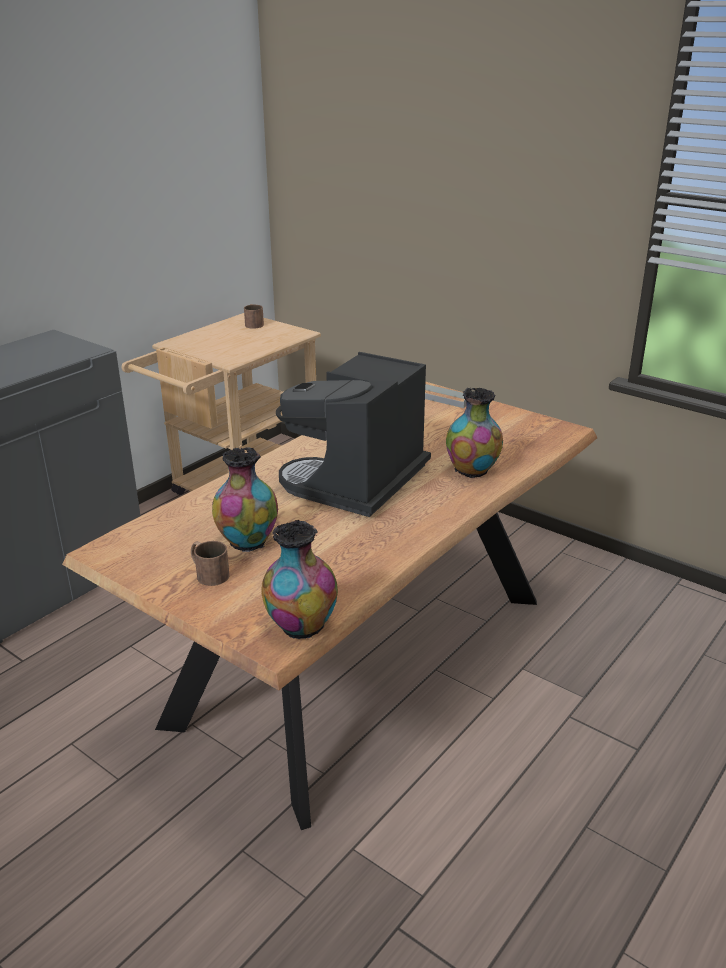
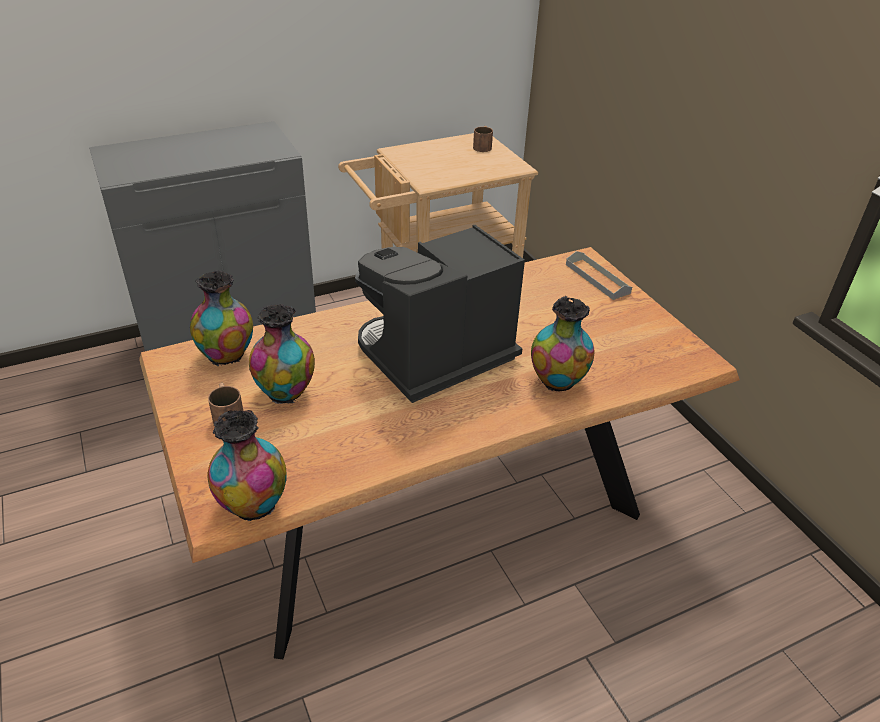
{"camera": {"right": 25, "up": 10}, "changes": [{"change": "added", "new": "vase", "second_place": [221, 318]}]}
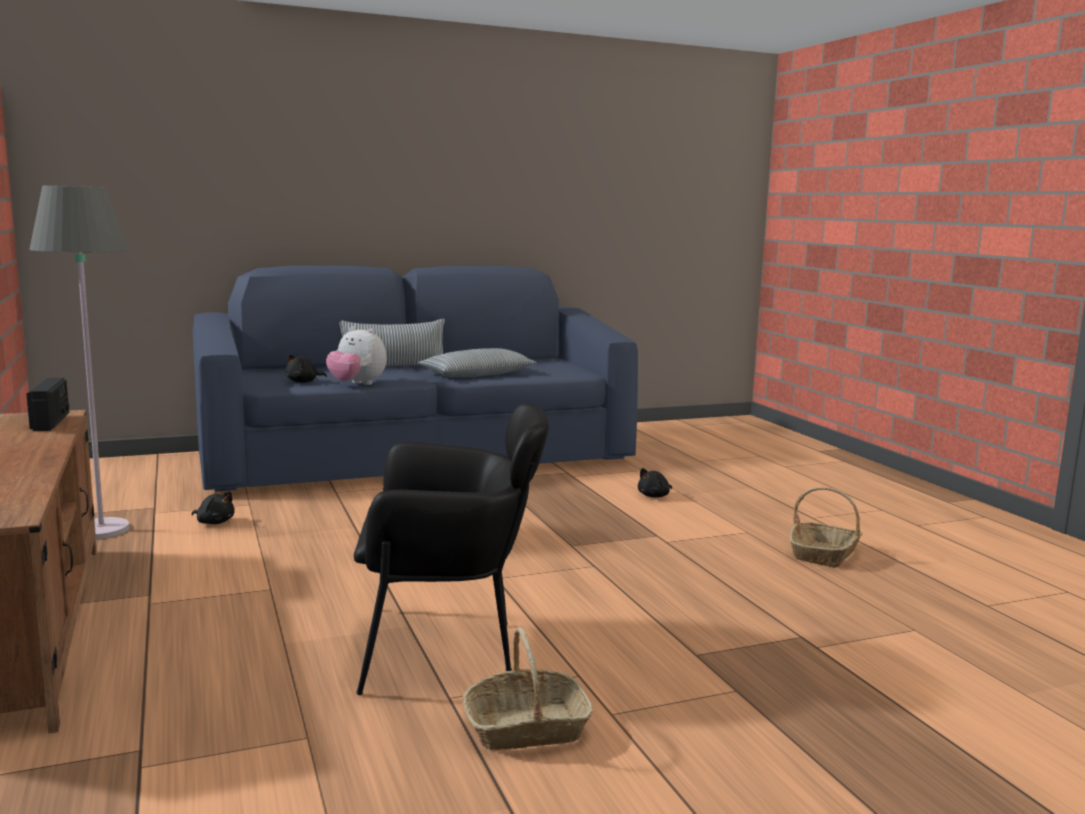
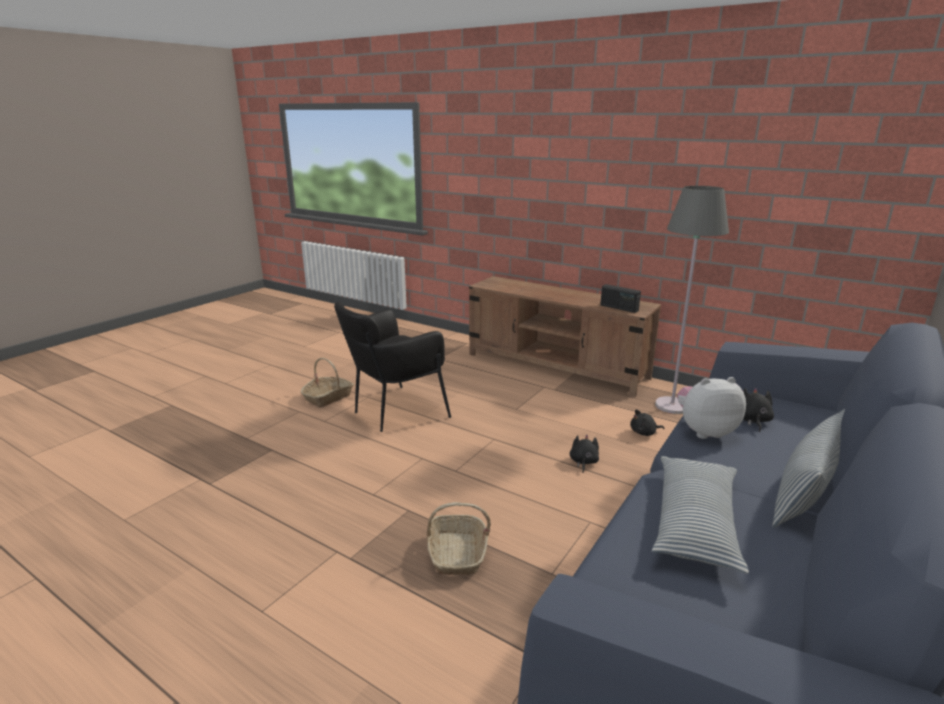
{"camera": {"right": 145, "up": 10}, "changes": [{"change": "moved", "old": "black-coloured plush toy", "first_place": [655, 482], "second_place": [584, 454]}, {"change": "moved", "old": "storage basket", "first_place": [826, 527], "second_place": [459, 538]}]}
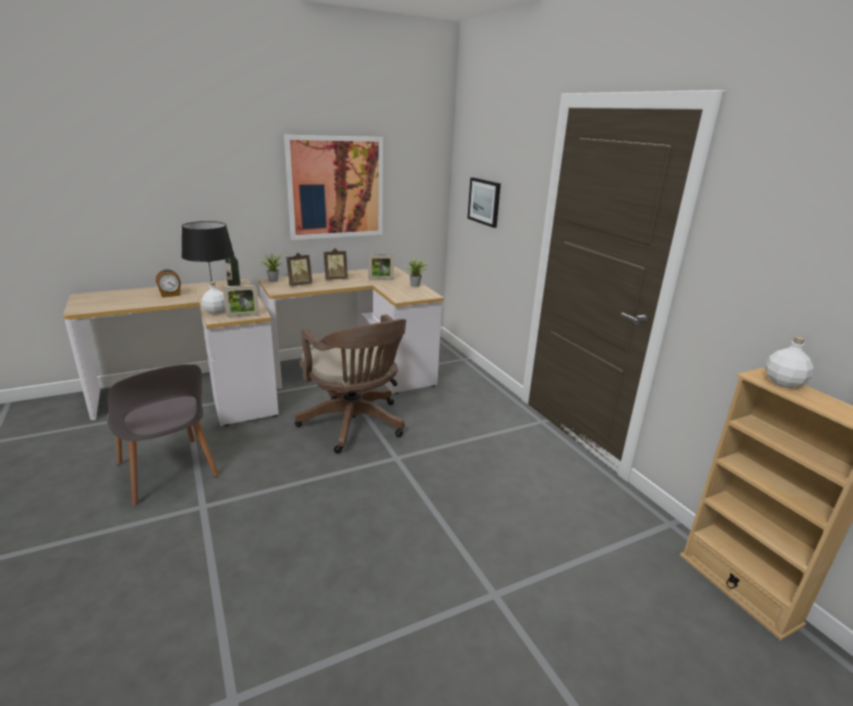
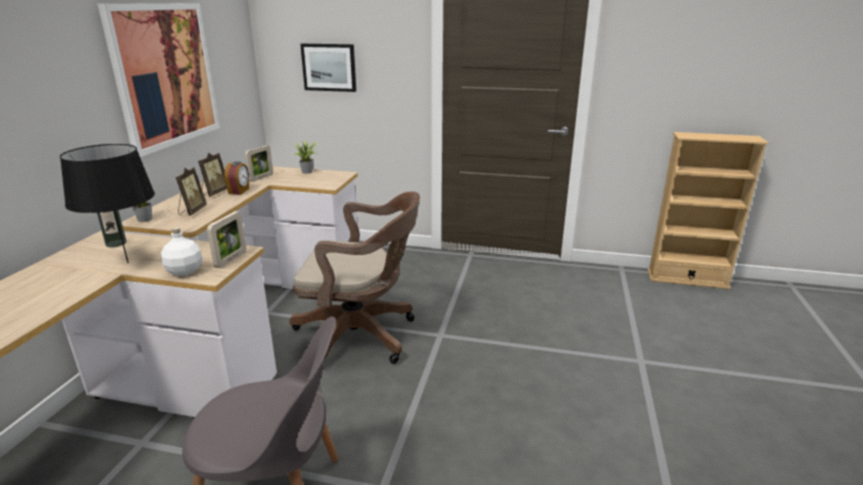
{"camera": {"right": -50, "up": 0}, "changes": [{"change": "moved", "old": "table clock", "first_place": [168, 283], "second_place": [236, 178]}, {"change": "removed", "old": "whitish beverage bottle", "first_place": [790, 362]}]}
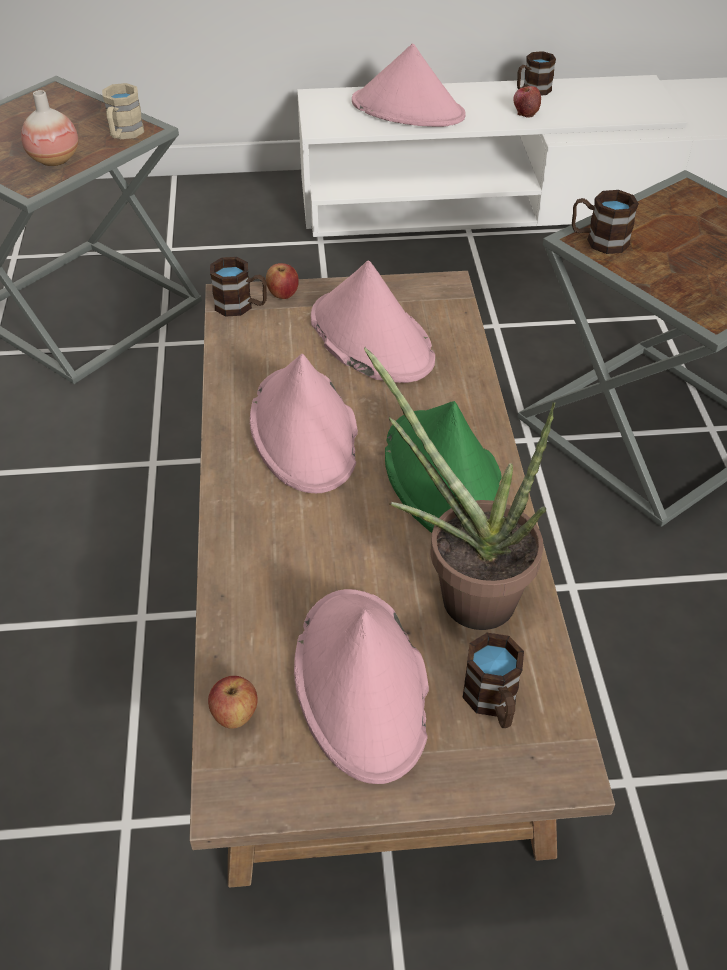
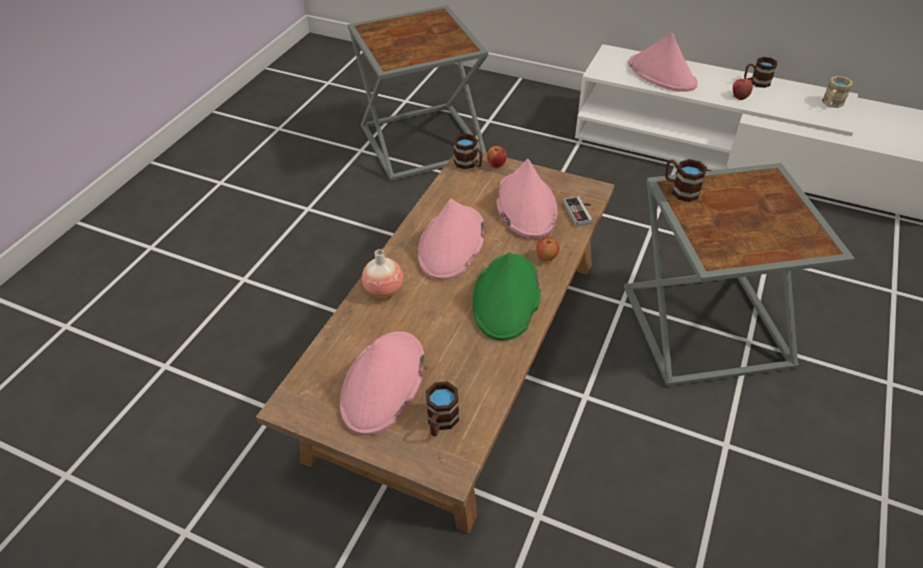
{"camera": {"right": 30, "up": 0}, "changes": [{"change": "moved", "old": "beige-coloured tea mug", "first_place": [123, 111], "second_place": [837, 92]}, {"change": "moved", "old": "vase", "first_place": [49, 128], "second_place": [382, 273]}, {"change": "removed", "old": "houseplant", "first_place": [459, 488]}, {"change": "moved", "old": "apple fruit", "first_place": [233, 702], "second_place": [548, 249]}, {"change": "added", "new": "gamepad", "second_place": [578, 211]}]}
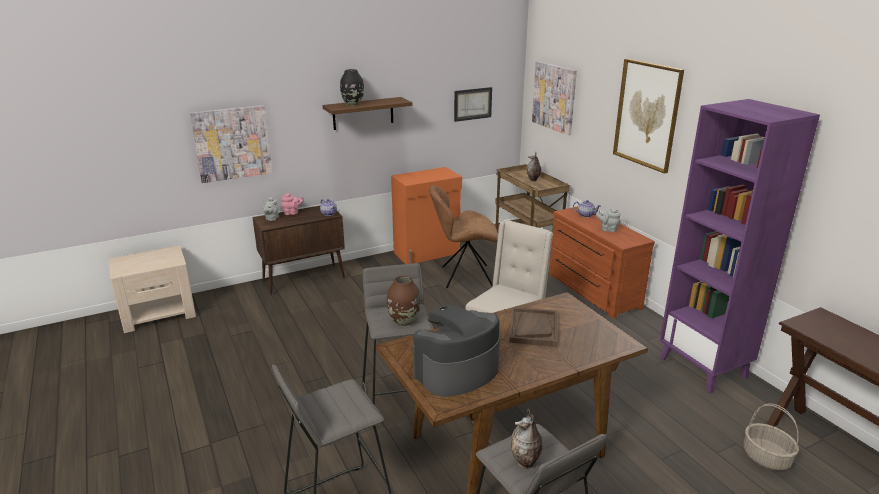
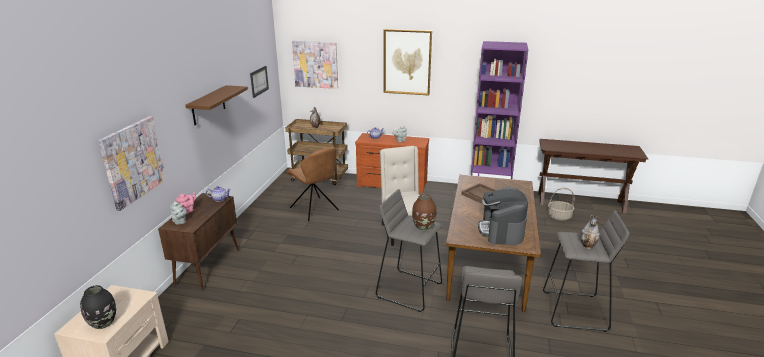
{"camera": {"right": -50, "up": 0}, "changes": [{"change": "moved", "old": "black-coloured vase", "first_place": [352, 87], "second_place": [98, 307]}, {"change": "removed", "old": "orange cupboard", "first_place": [426, 215]}, {"change": "turned", "old": "brownish chair", "first_place": [463, 236], "second_place": [312, 184], "degrees": -75}]}
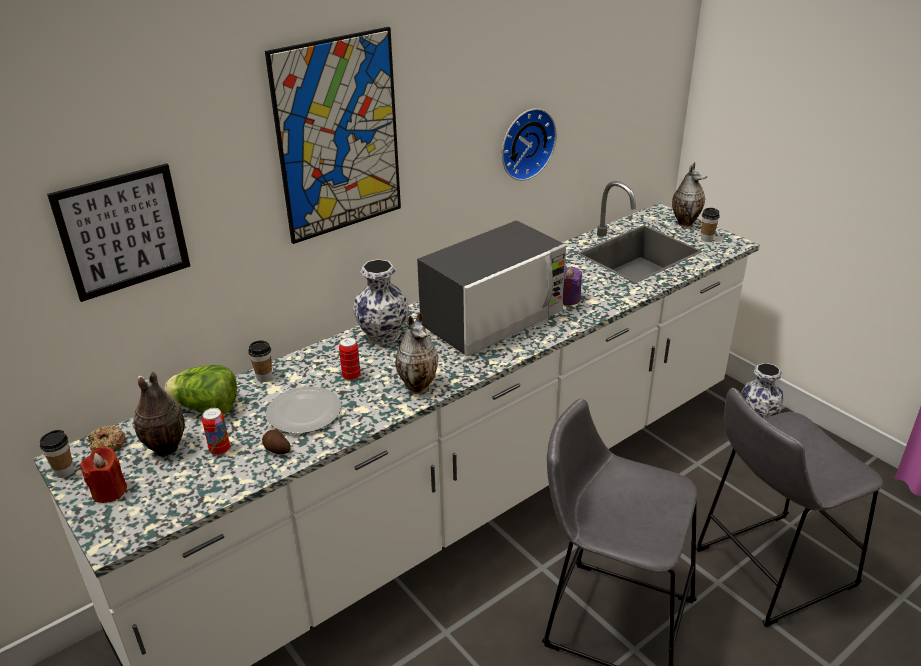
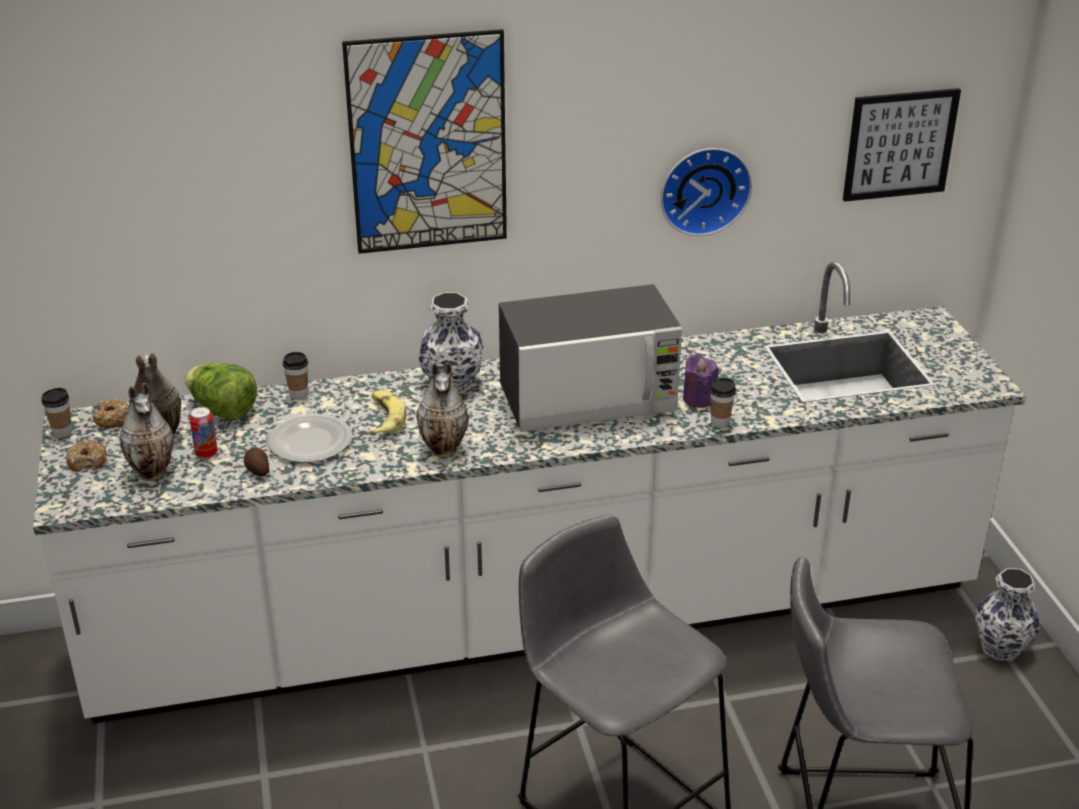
{"camera": {"right": 25, "up": 0}, "changes": [{"change": "moved", "old": "vase", "first_place": [689, 194], "second_place": [147, 432]}, {"change": "moved", "old": "wall art", "first_place": [118, 232], "second_place": [902, 145]}, {"change": "moved", "old": "small cup", "first_place": [710, 225], "second_place": [723, 403]}, {"change": "replaced", "old": "sealed can", "new": "banana", "first_place": [350, 359], "second_place": [387, 412]}, {"change": "replaced", "old": "red wax candle", "new": "ring doughnut", "first_place": [103, 474], "second_place": [86, 456]}]}
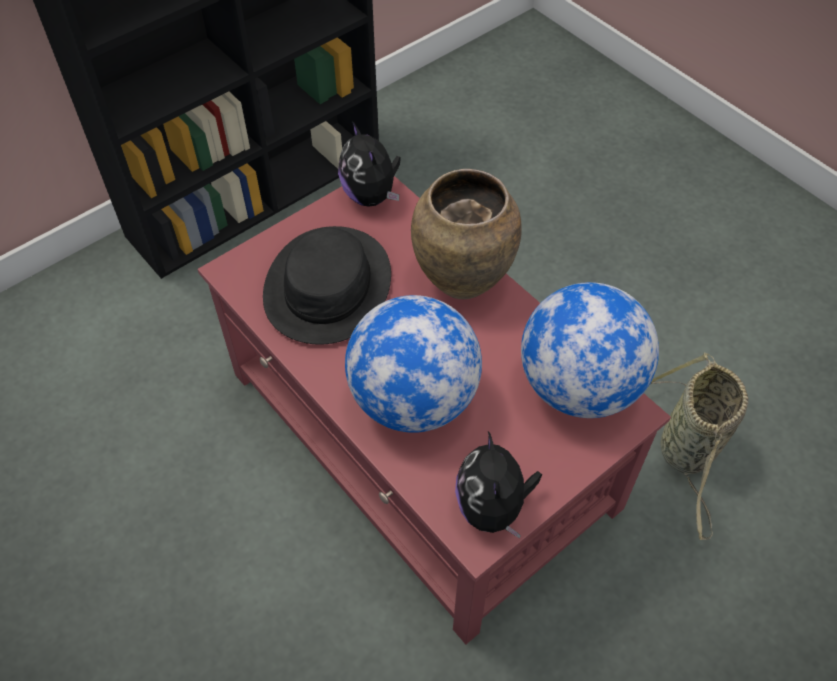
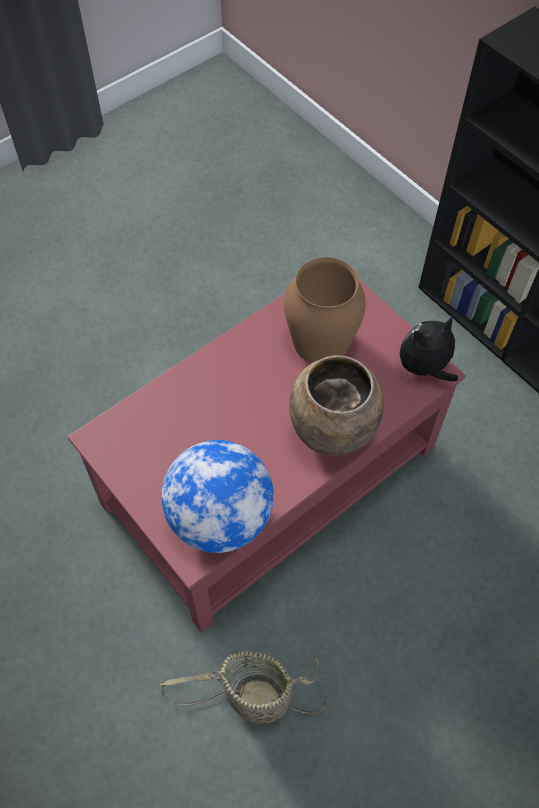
{"camera": {"right": 90, "up": 5}, "changes": [{"change": "replaced", "old": "black-coloured wearable hat", "new": "brownish vase", "first_place": [327, 285], "second_place": [325, 310]}, {"change": "removed", "old": "world globe", "first_place": [413, 364]}, {"change": "removed", "old": "plush toy", "first_place": [498, 485]}]}
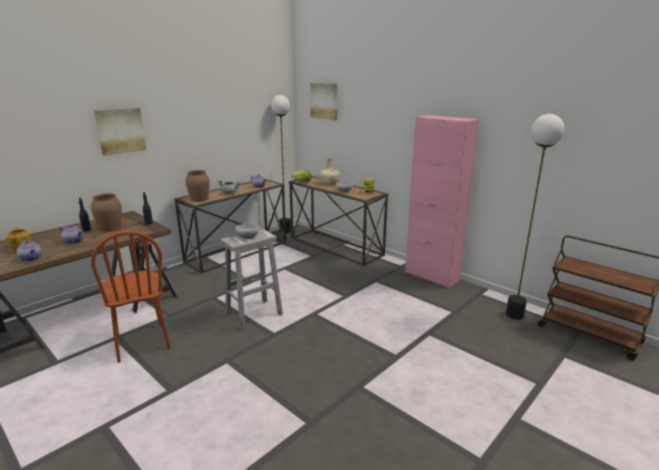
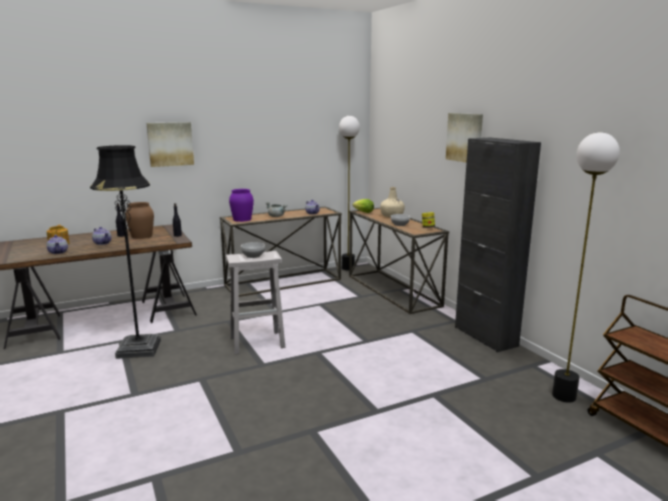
{"camera": {"right": 20, "up": -5}, "changes": [{"change": "moved", "old": "wall art", "first_place": [323, 101], "second_place": [464, 138]}, {"change": "recoloured", "old": "pink-coloured cupboard", "new": "black-coloured cupboard", "first_place": [442, 201], "second_place": [498, 245]}, {"change": "recoloured", "old": "brownish vase", "new": "purple-coloured vase", "first_place": [198, 186], "second_place": [241, 205]}, {"change": "replaced", "old": "brownish chair", "new": "black-coloured floor lamp", "first_place": [131, 297], "second_place": [125, 252]}]}
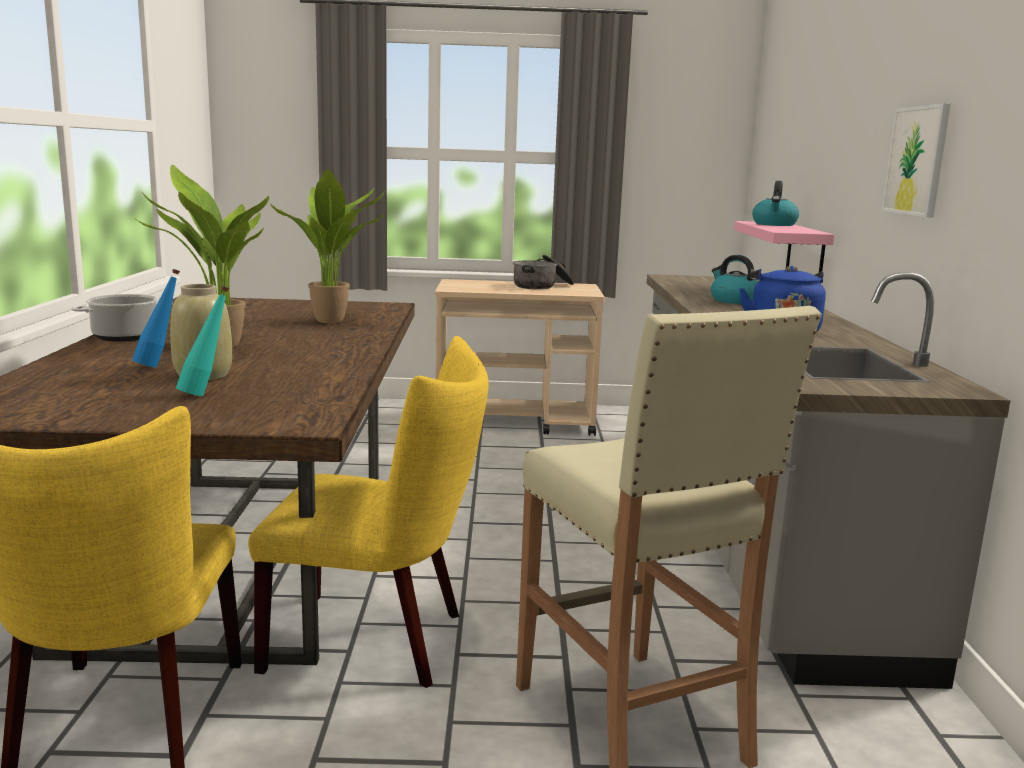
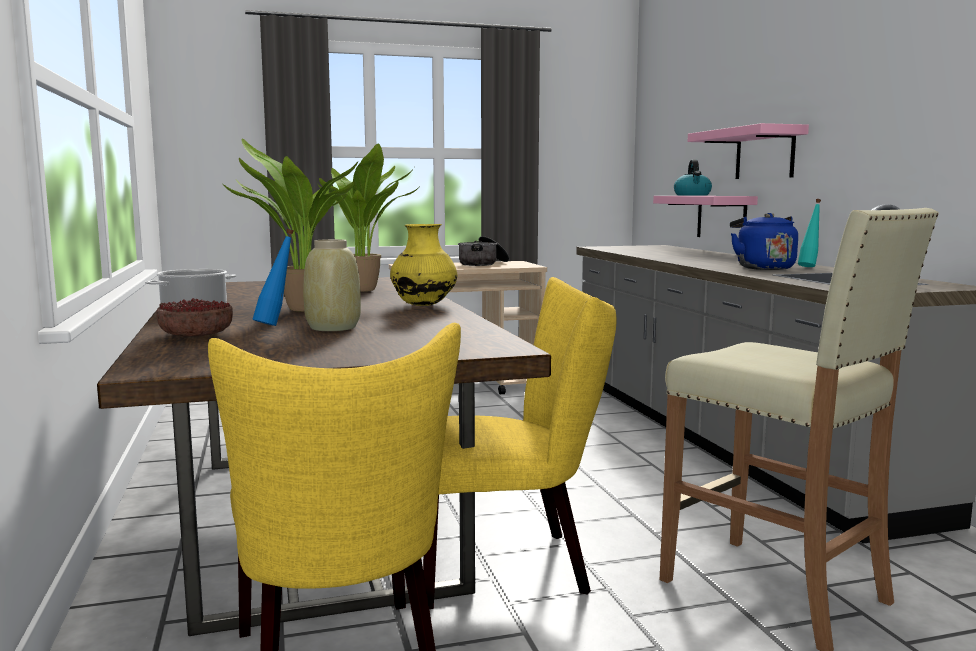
{"camera": {"right": -15, "up": -5}, "changes": [{"change": "removed", "old": "wall art", "first_place": [916, 160]}, {"change": "removed", "old": "kettle", "first_place": [734, 279]}, {"change": "moved", "old": "turquoise-coloured beverage bottle", "first_place": [202, 341], "second_place": [809, 233]}, {"change": "added", "new": "pink-coloured shelf", "second_place": [748, 151]}, {"change": "added", "new": "yellow vase", "second_place": [423, 265]}, {"change": "added", "new": "bowl", "second_place": [194, 317]}]}
